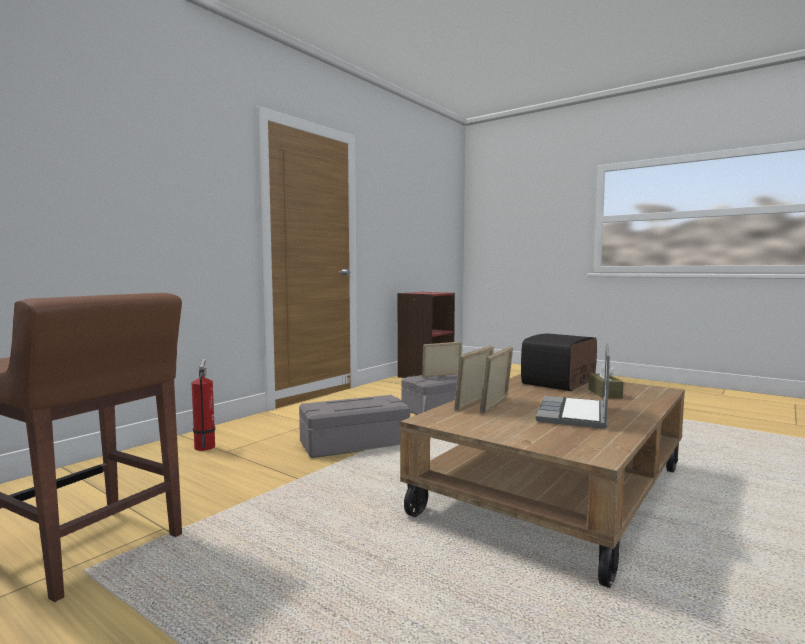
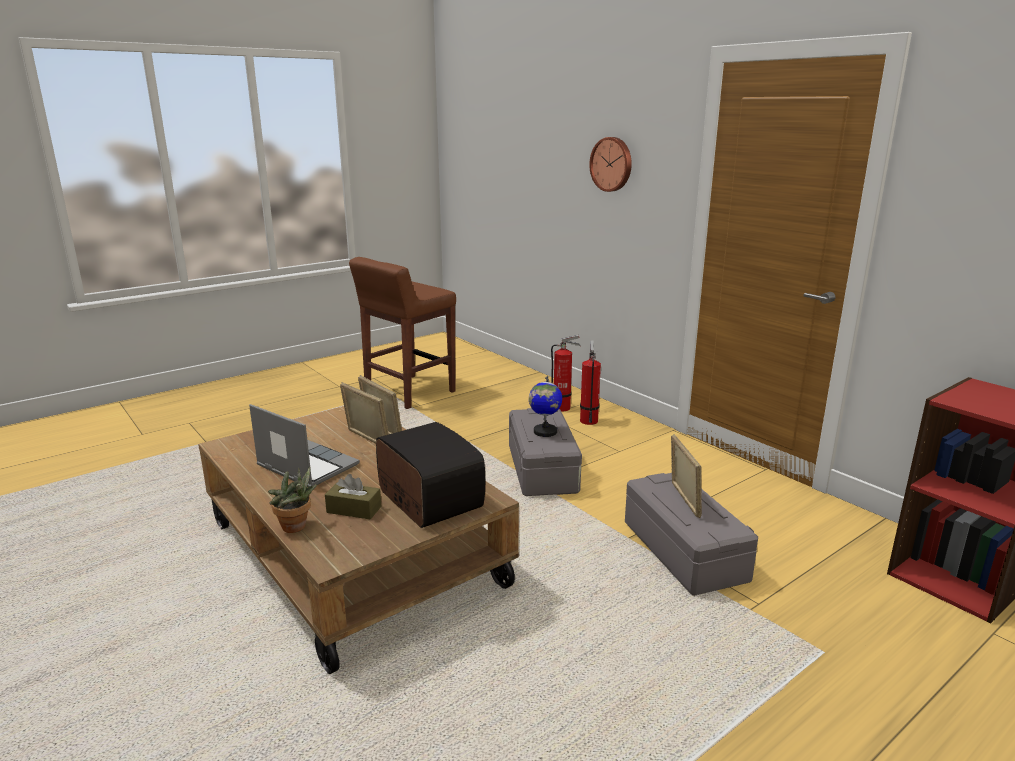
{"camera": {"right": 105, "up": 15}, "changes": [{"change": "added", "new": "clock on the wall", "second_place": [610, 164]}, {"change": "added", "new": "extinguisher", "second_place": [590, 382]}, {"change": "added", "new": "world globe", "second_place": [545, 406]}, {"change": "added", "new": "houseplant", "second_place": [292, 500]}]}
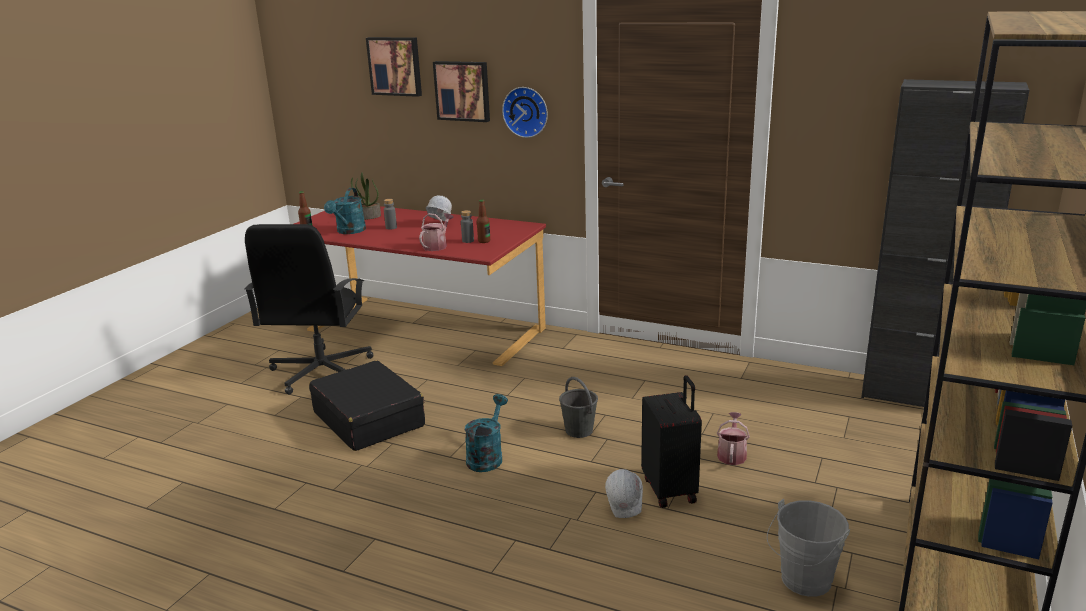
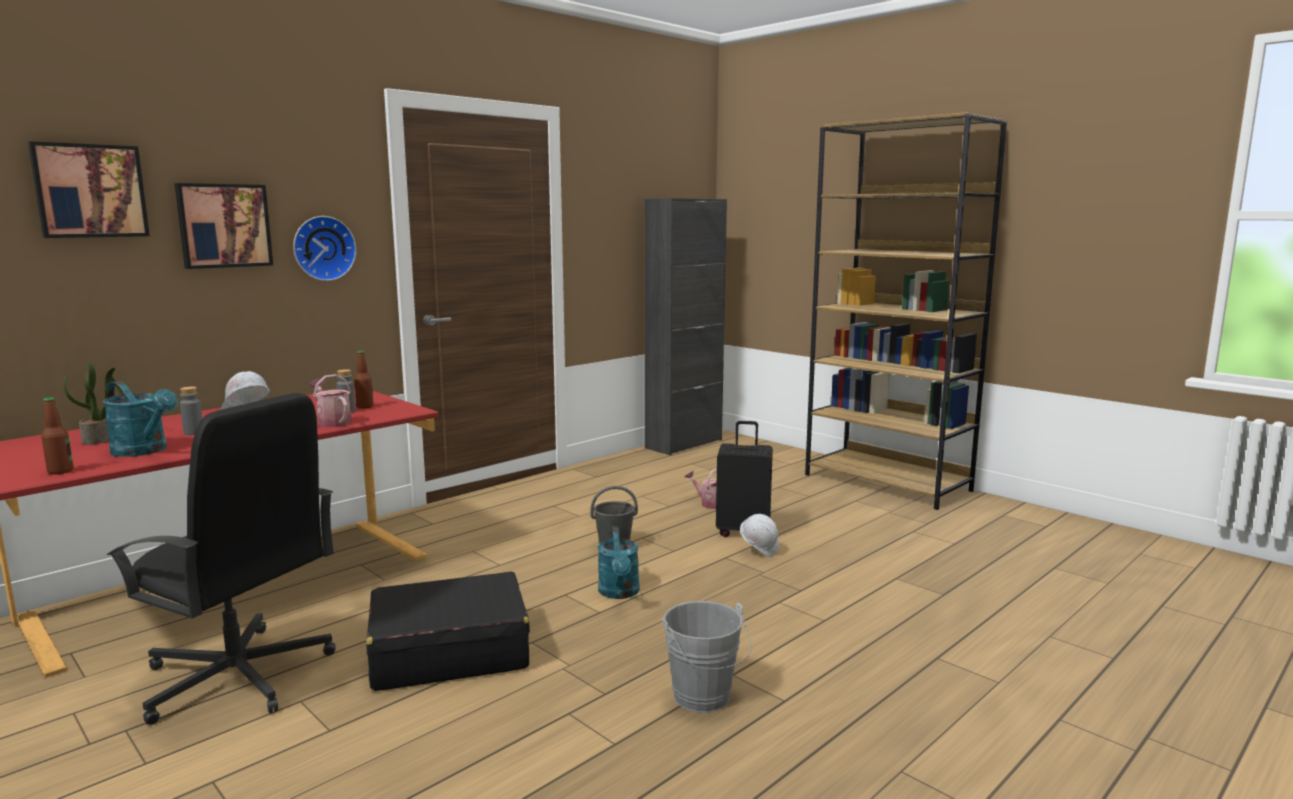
{"camera": {"right": -70, "up": -10}, "changes": [{"change": "turned", "old": "turquoise-coloured watering pot", "first_place": [486, 433], "second_place": [619, 563], "degrees": -135}, {"change": "moved", "old": "gray water bucket", "first_place": [808, 548], "second_place": [706, 656]}]}
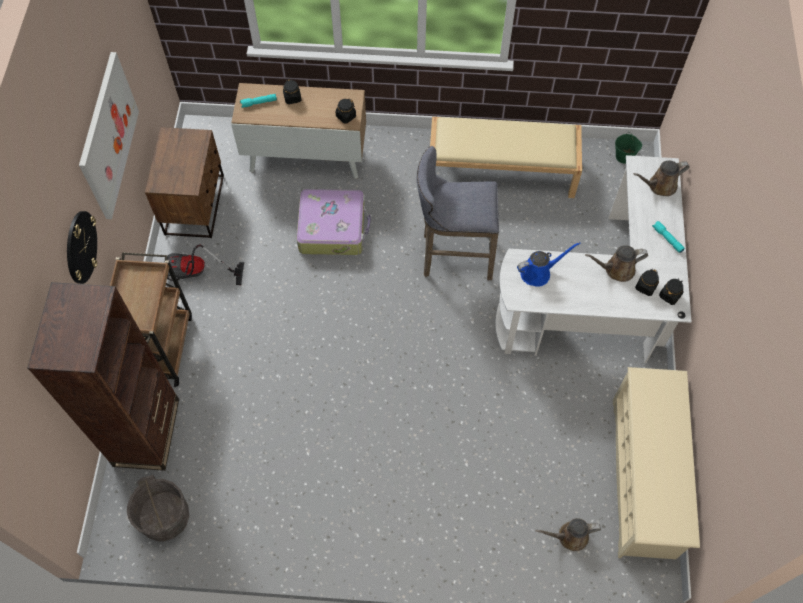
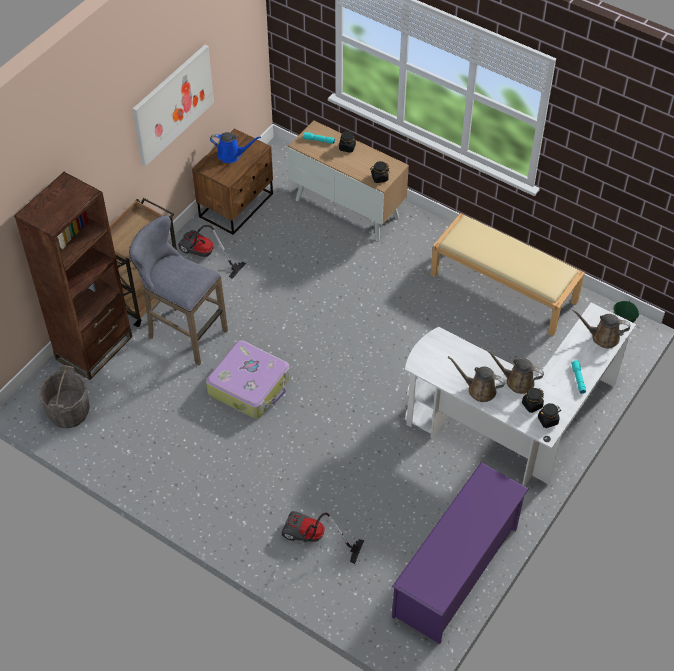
{"camera": {"right": 30, "up": -10}, "changes": [{"change": "moved", "old": "gray sitting stool", "first_place": [458, 213], "second_place": [178, 290]}, {"change": "moved", "old": "travel case", "first_place": [334, 222], "second_place": [248, 379]}, {"change": "removed", "old": "clock on the wall", "first_place": [82, 247]}, {"change": "moved", "old": "blue watering pot", "first_place": [549, 264], "second_place": [235, 147]}, {"change": "recoloured", "old": "beige-coloured shoe shelf", "new": "purple-coloured shoe shelf", "first_place": [656, 463], "second_place": [460, 553]}, {"change": "moved", "old": "brownish watering pot", "first_place": [568, 534], "second_place": [476, 379]}, {"change": "added", "new": "vacuum", "second_place": [322, 537]}]}
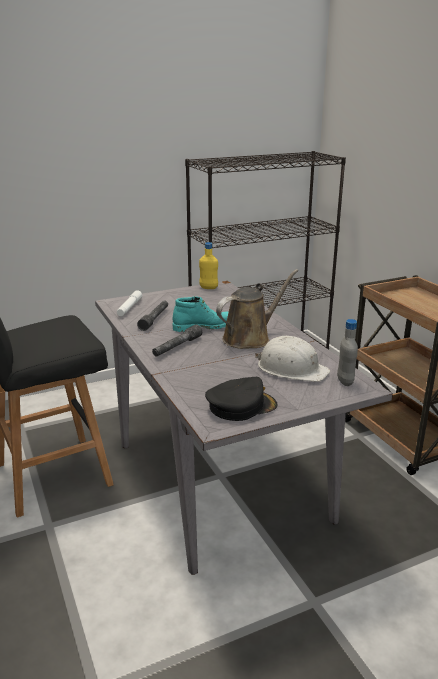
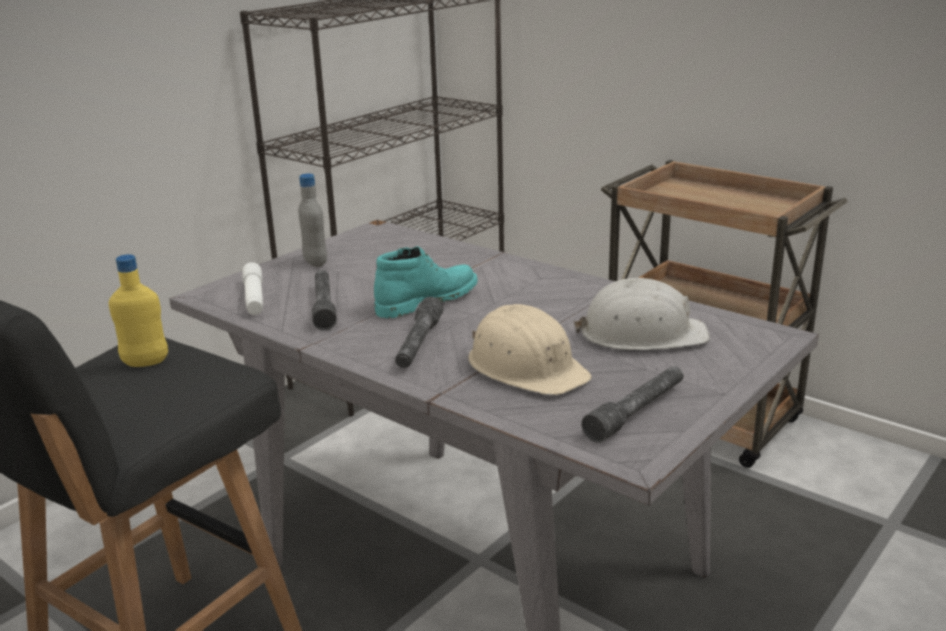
{"camera": {"right": -25, "up": 0}, "changes": [{"change": "moved", "old": "yellow beverage bottle", "first_place": [208, 265], "second_place": [138, 310]}, {"change": "removed", "old": "brownish watering pot", "first_place": [257, 309]}, {"change": "moved", "old": "gray beverage bottle", "first_place": [347, 352], "second_place": [312, 220]}, {"change": "replaced", "old": "black-coloured cap", "new": "gray torch", "first_place": [241, 399], "second_place": [632, 404]}, {"change": "added", "new": "beige-coloured safety helmet", "second_place": [530, 349]}]}
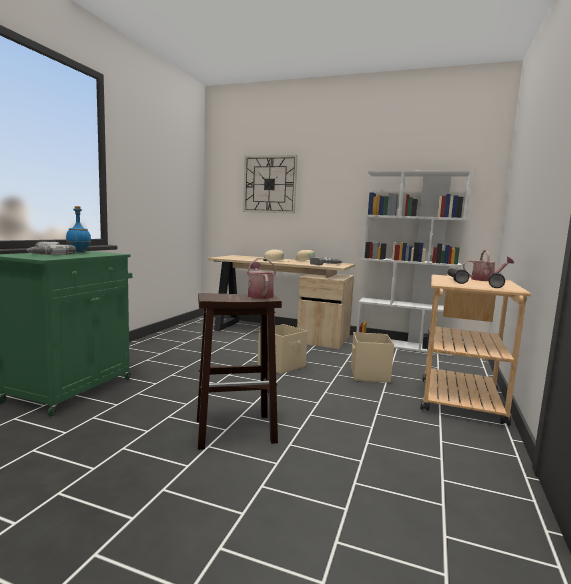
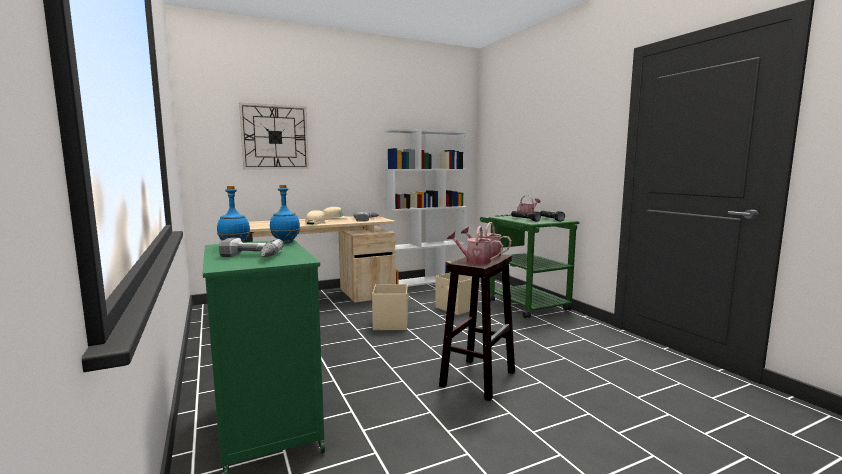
{"camera": {"right": -45, "up": 0}, "changes": [{"change": "recoloured", "old": "beige-coloured trolley", "new": "green-coloured trolley", "first_place": [475, 350], "second_place": [529, 266]}, {"change": "added", "new": "blue beverage bottle", "second_place": [285, 214]}, {"change": "added", "new": "watering pot", "second_place": [475, 245]}]}
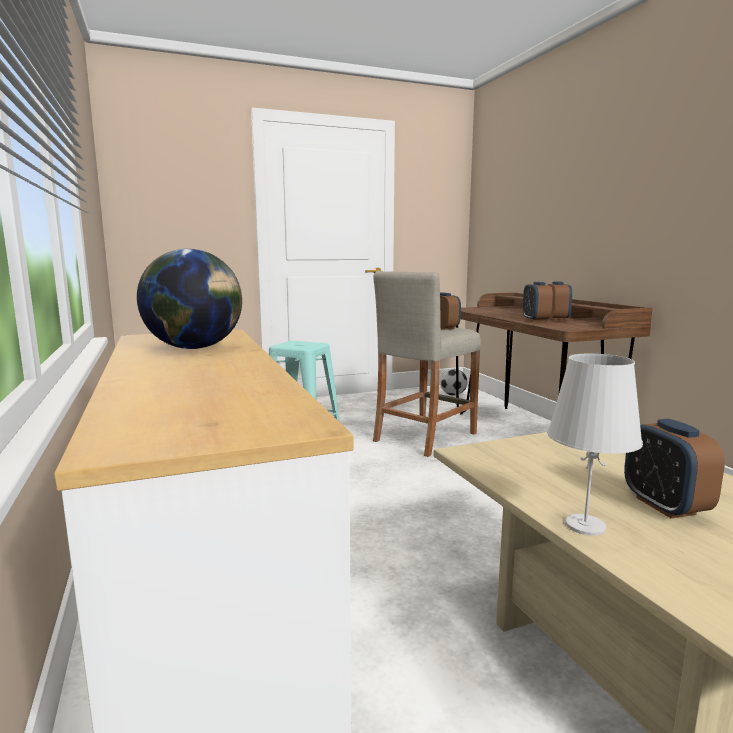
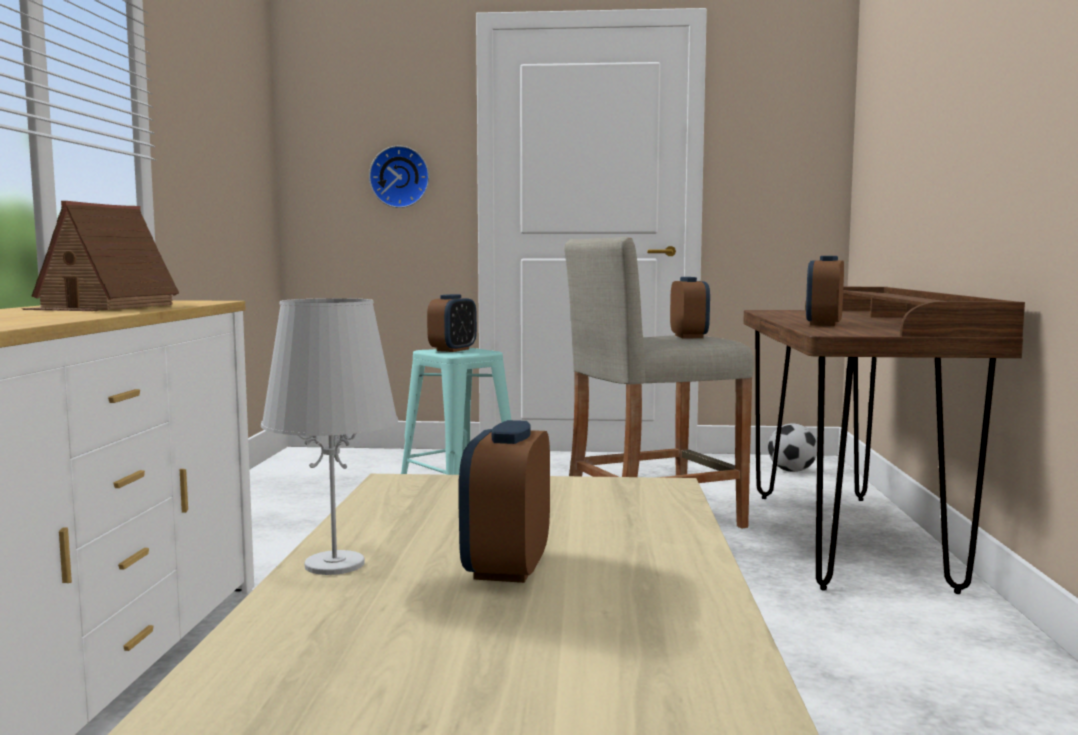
{"camera": {"right": 25, "up": -5}, "changes": [{"change": "replaced", "old": "world globe", "new": "model house", "first_place": [189, 299], "second_place": [101, 256]}, {"change": "moved", "old": "table clock", "first_place": [559, 301], "second_place": [452, 323]}, {"change": "added", "new": "clock on the wall", "second_place": [399, 176]}]}
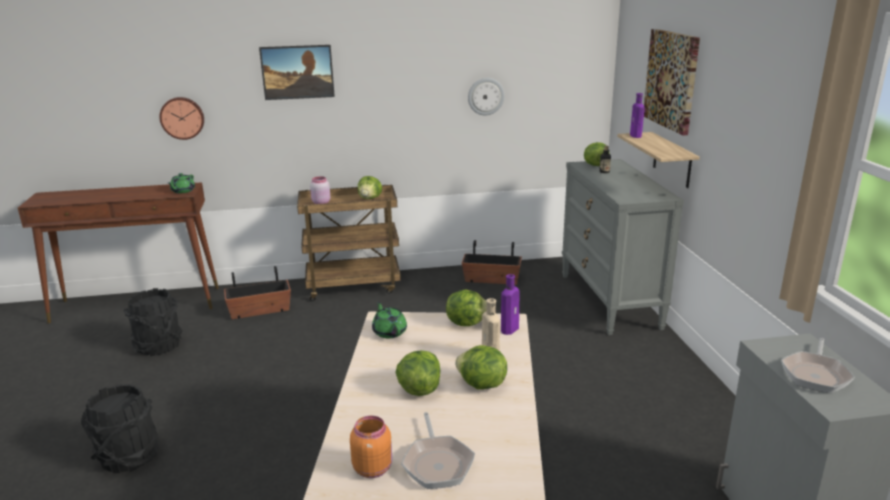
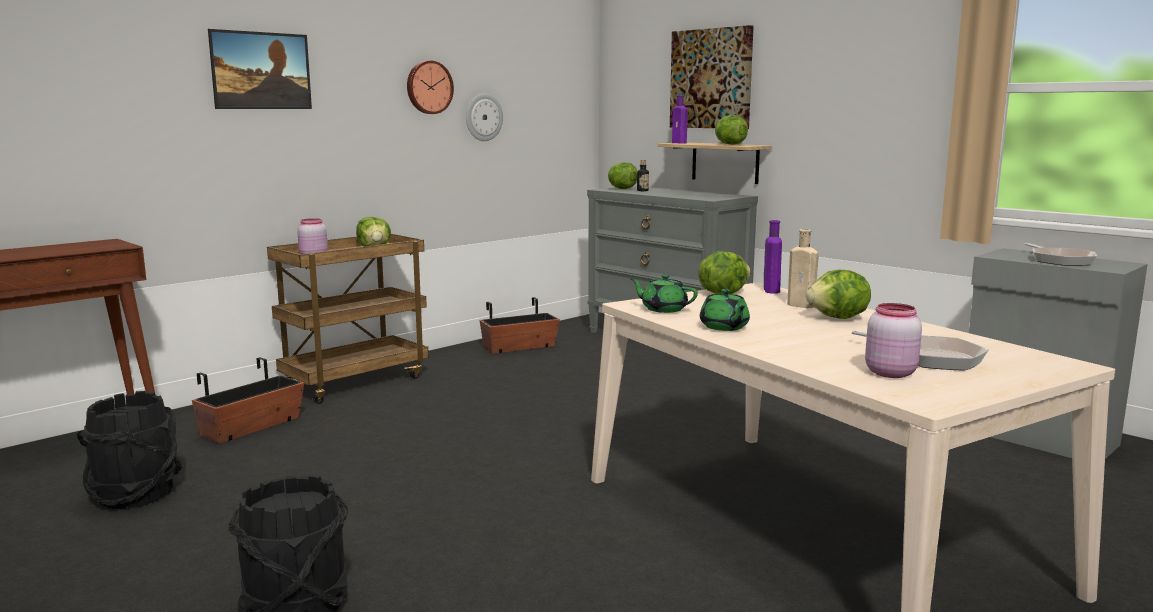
{"camera": {"right": -35, "up": -10}, "changes": [{"change": "moved", "old": "clock on the wall", "first_place": [181, 118], "second_place": [430, 87]}, {"change": "moved", "old": "green-coloured tea pot", "first_place": [181, 183], "second_place": [725, 310]}, {"change": "moved", "old": "lettuce", "first_place": [418, 373], "second_place": [731, 130]}, {"change": "recoloured", "old": "orange preserve jar", "new": "pink-coloured preserve jar", "first_place": [371, 447], "second_place": [893, 340]}]}
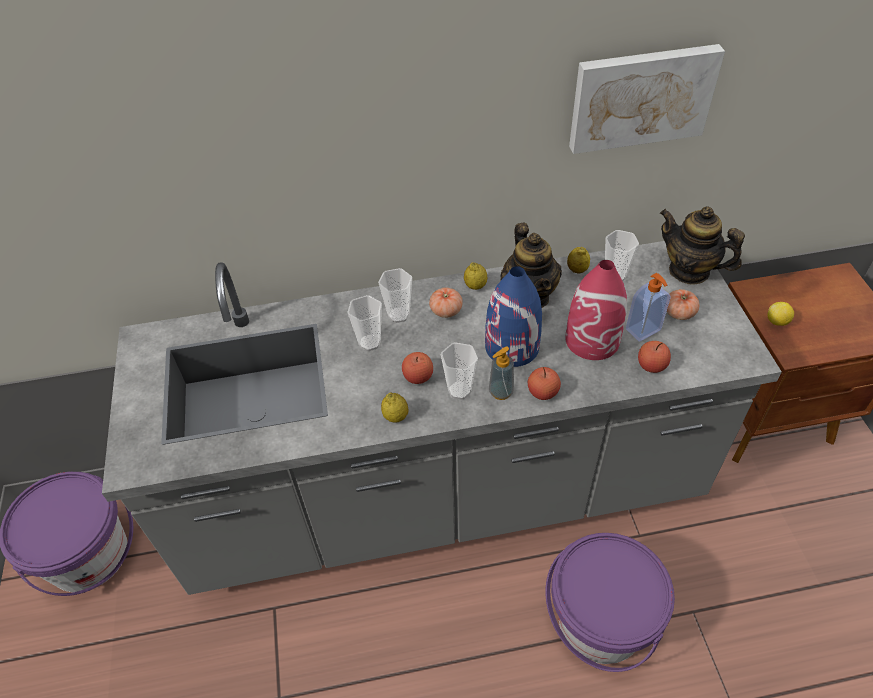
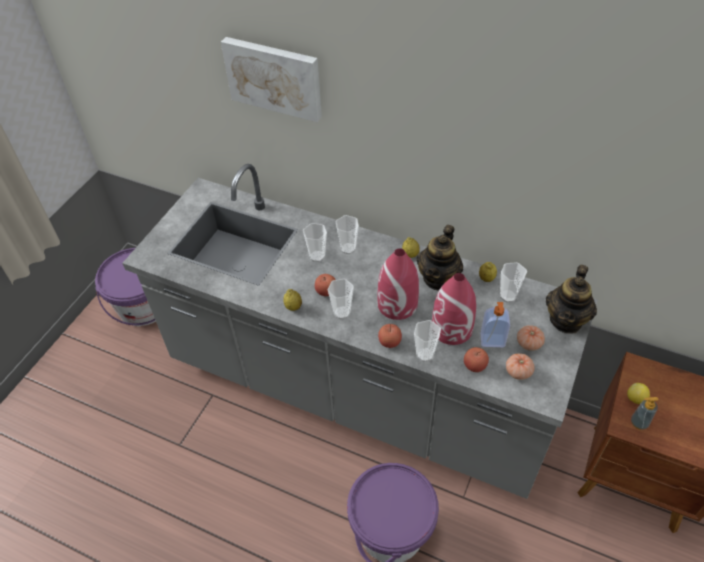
{"camera": {"right": 35, "up": 0}, "changes": [{"change": "moved", "old": "wall art", "first_place": [647, 99], "second_place": [271, 79]}, {"change": "turned", "old": "tea pot", "first_place": [702, 245], "second_place": [571, 299], "degrees": -135}, {"change": "recoloured", "old": "blue vase", "new": "red vase", "first_place": [513, 316], "second_place": [398, 284]}, {"change": "moved", "old": "tomato", "first_place": [446, 303], "second_place": [520, 366]}, {"change": "moved", "old": "soap dispenser", "first_place": [501, 373], "second_place": [644, 413]}, {"change": "added", "new": "small cup", "second_place": [427, 341]}]}
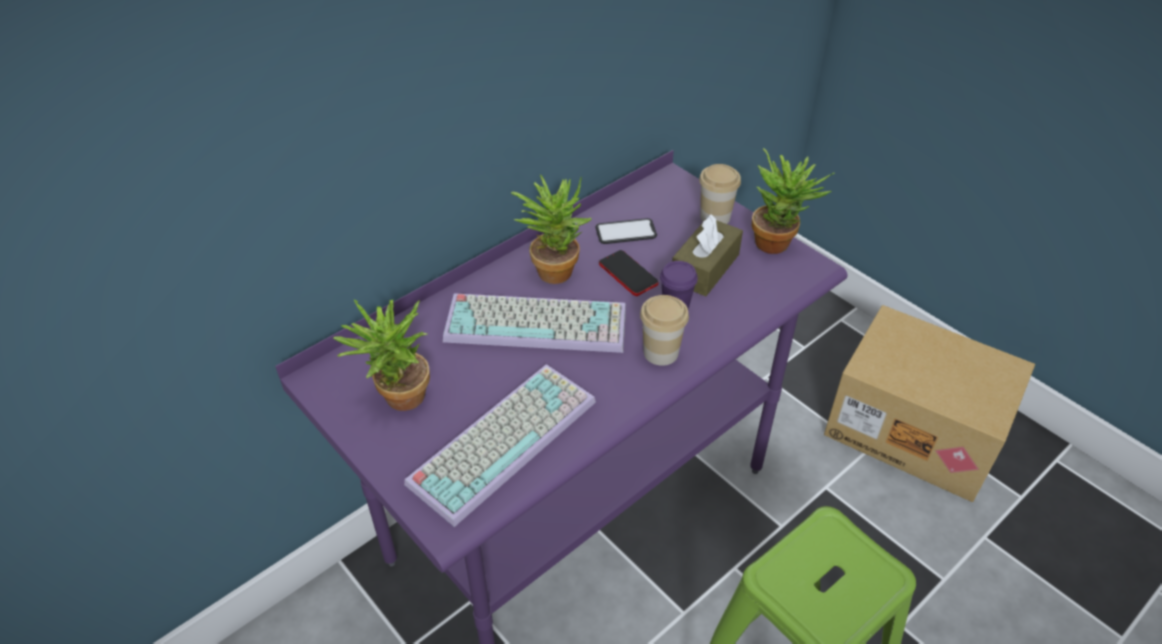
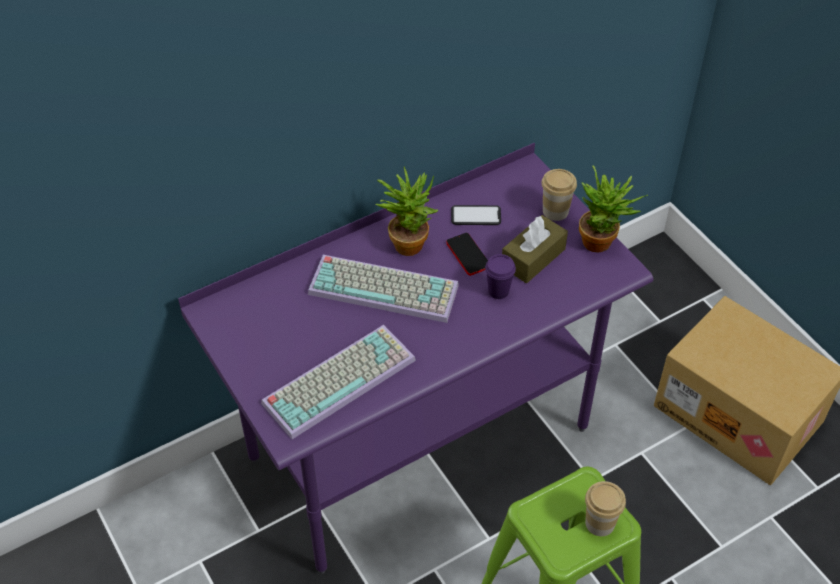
{"camera": {"right": 10, "up": 5}, "changes": [{"change": "moved", "old": "small cup", "first_place": [664, 330], "second_place": [605, 508]}, {"change": "removed", "old": "houseplant", "first_place": [381, 355]}]}
